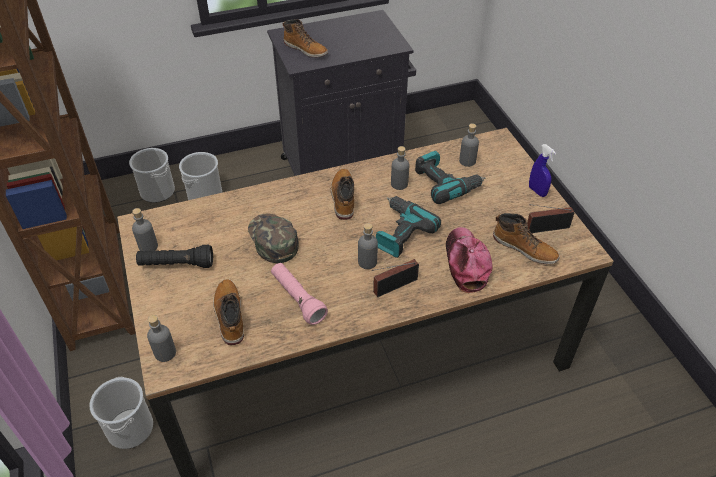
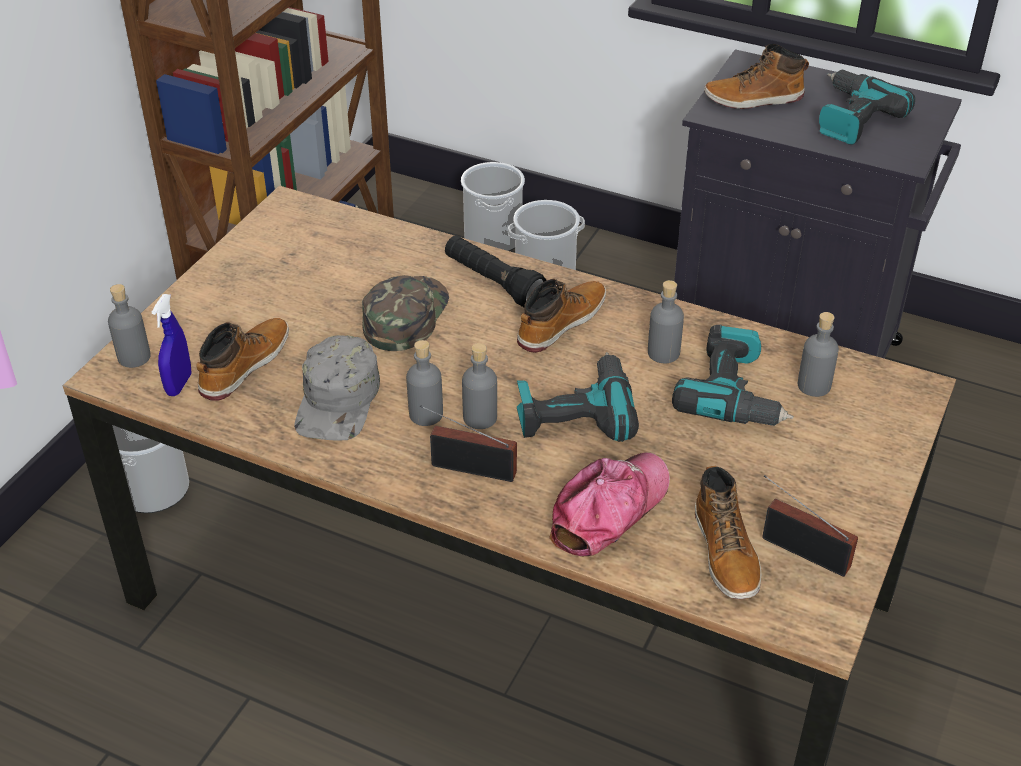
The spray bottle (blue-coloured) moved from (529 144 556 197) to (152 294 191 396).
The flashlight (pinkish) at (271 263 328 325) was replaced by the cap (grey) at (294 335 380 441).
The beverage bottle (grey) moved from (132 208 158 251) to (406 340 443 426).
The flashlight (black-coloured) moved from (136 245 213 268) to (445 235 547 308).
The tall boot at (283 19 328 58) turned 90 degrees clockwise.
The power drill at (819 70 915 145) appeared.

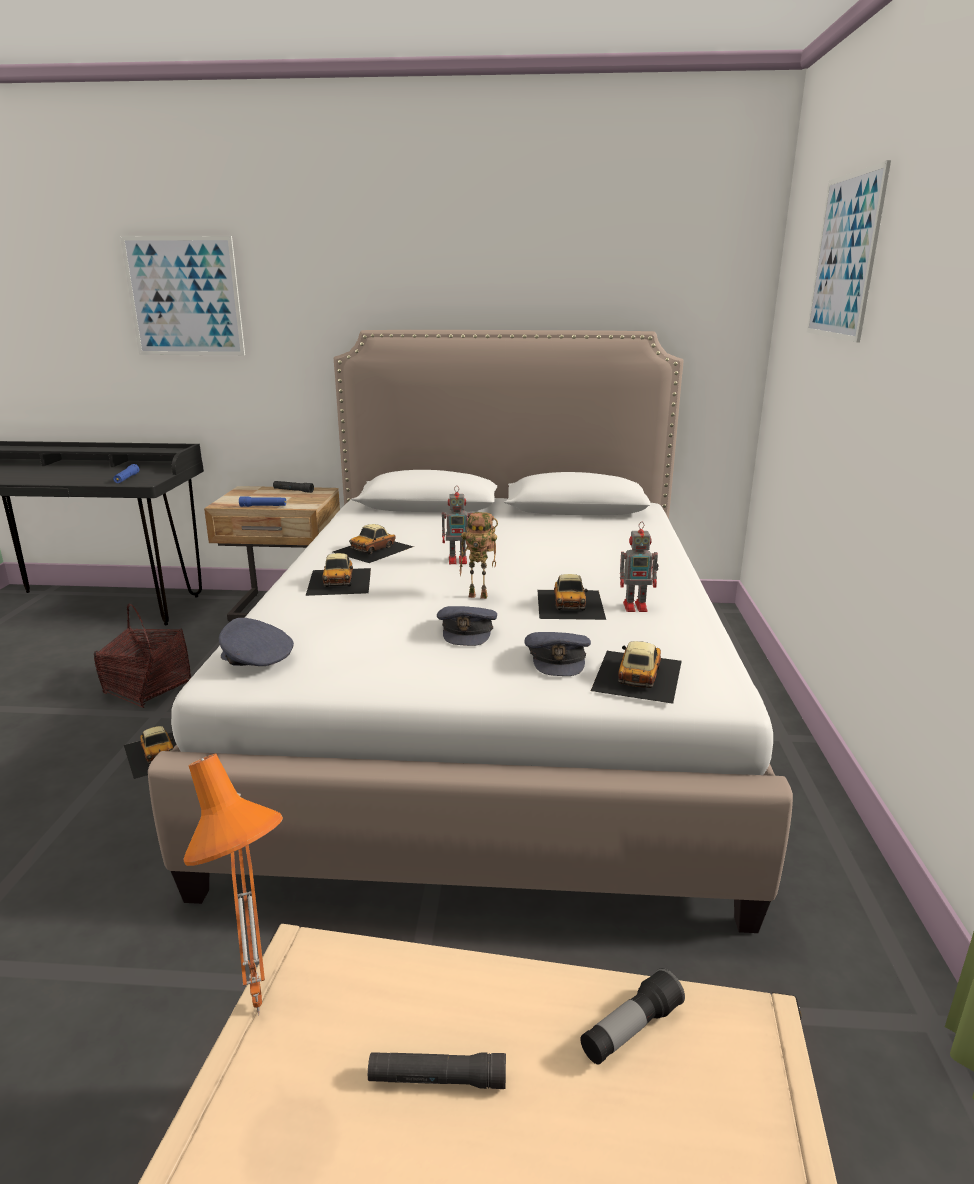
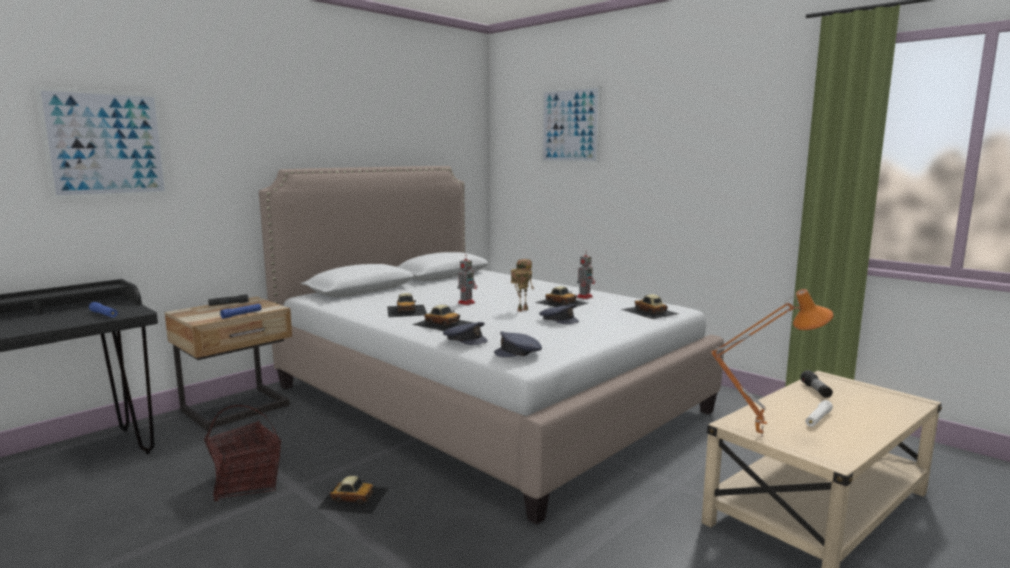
The cap (grey) moved from (525 632 591 676) to (443 322 487 345).
The flashlight (black-coloured) at (368 1052 506 1089) became the flashlight (whitish) at (805 400 833 427).

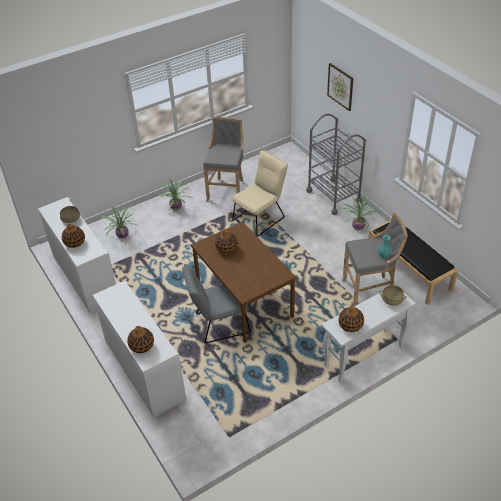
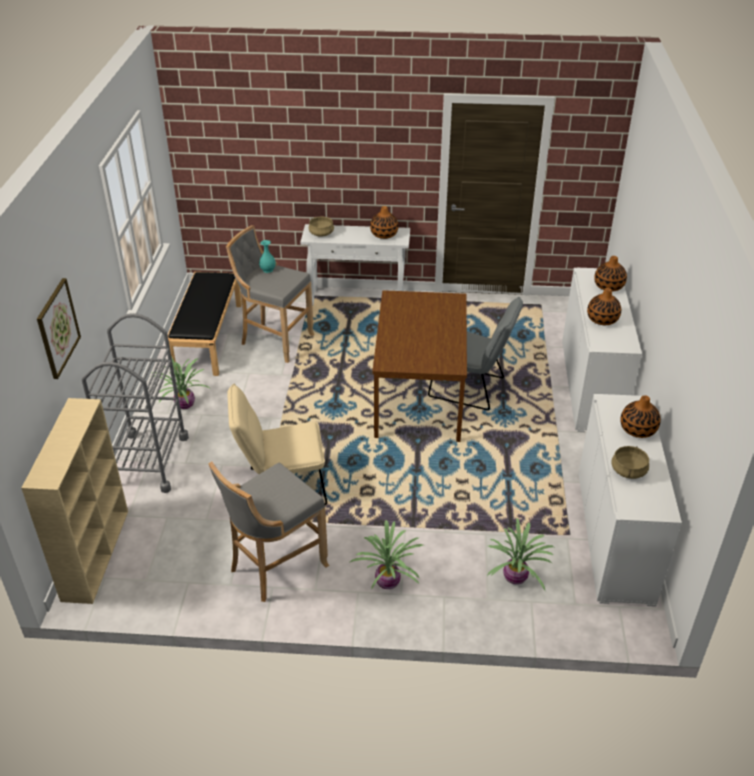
The bookcase (beige) at (21 398 128 604) appeared.
The decorative vase moved from (215 229 238 254) to (587 288 621 325).

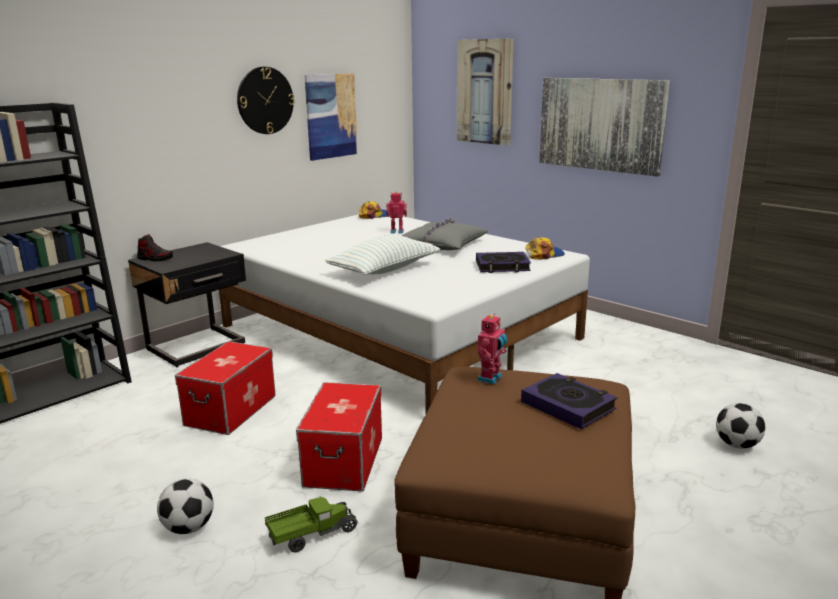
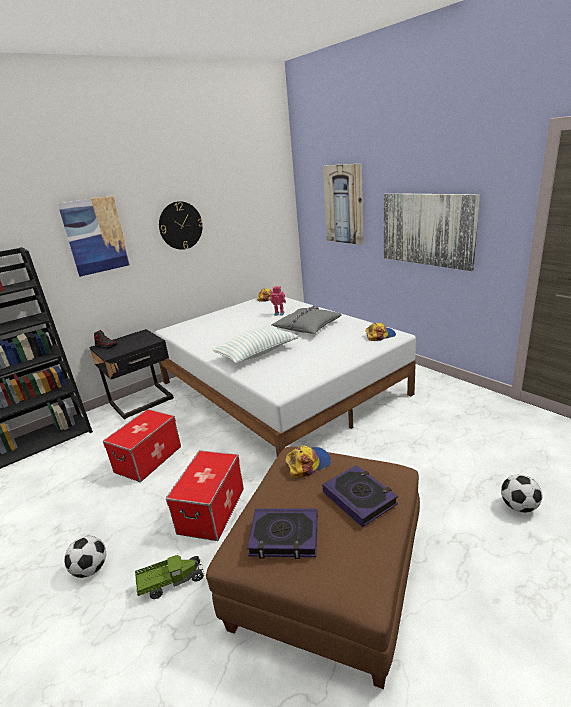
The picture moved from (305 73 358 161) to (57 196 130 277).
The bound book moved from (476 252 531 273) to (247 508 318 559).
The toy robot at (477 313 507 384) was replaced by the cap at (285 445 331 478).

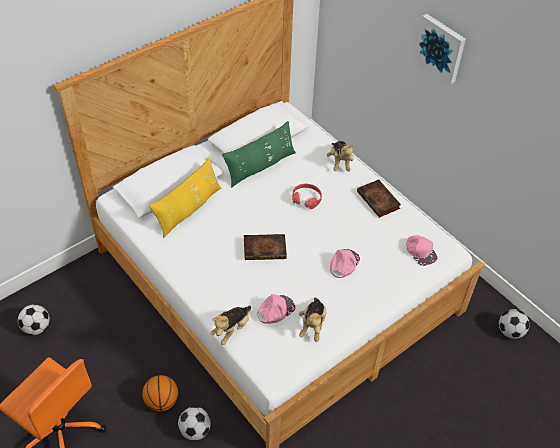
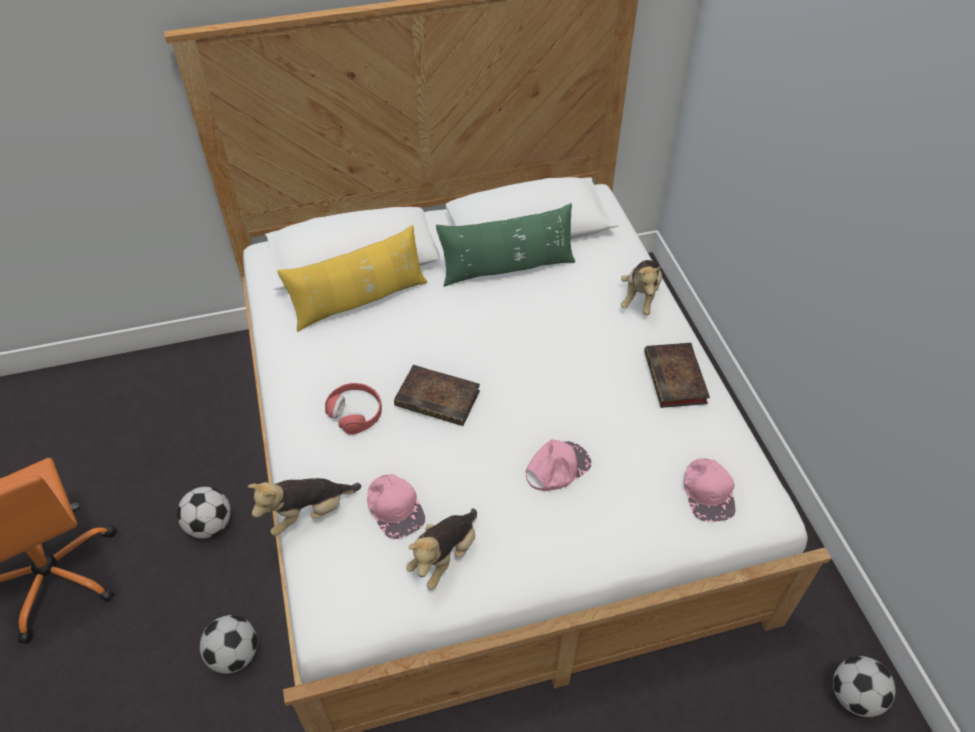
The football moved from (18 304 50 335) to (177 487 231 538).
The pair of headphones (red) moved from (292 184 322 209) to (325 383 382 435).
The cap (pinkish) at (257 294 295 324) turned 75 degrees clockwise.
The ball for basketball at (142 375 178 412) disappeared.
The picture at (414 14 466 84) disappeared.

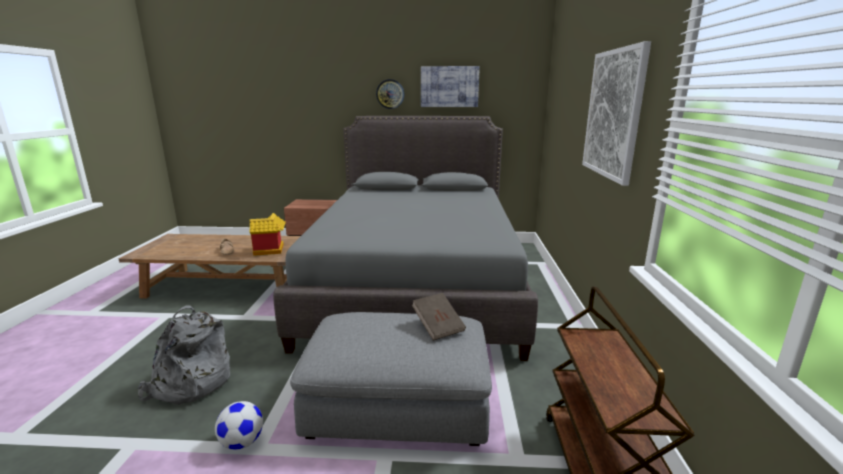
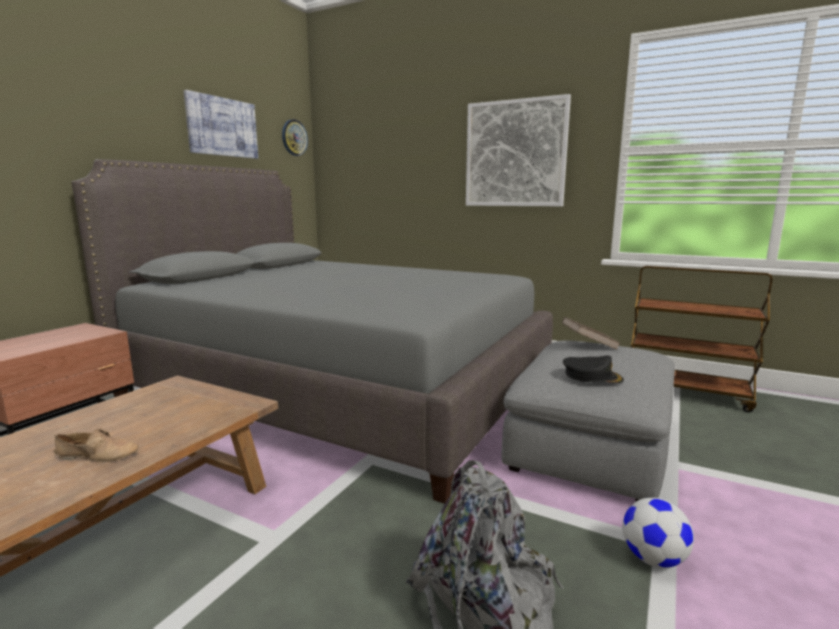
The hanging clock moved from (376 79 404 109) to (282 119 308 156).
The cap (black-coloured) at (563 355 624 383) appeared.
The miniature house at (250 213 286 256) disappeared.

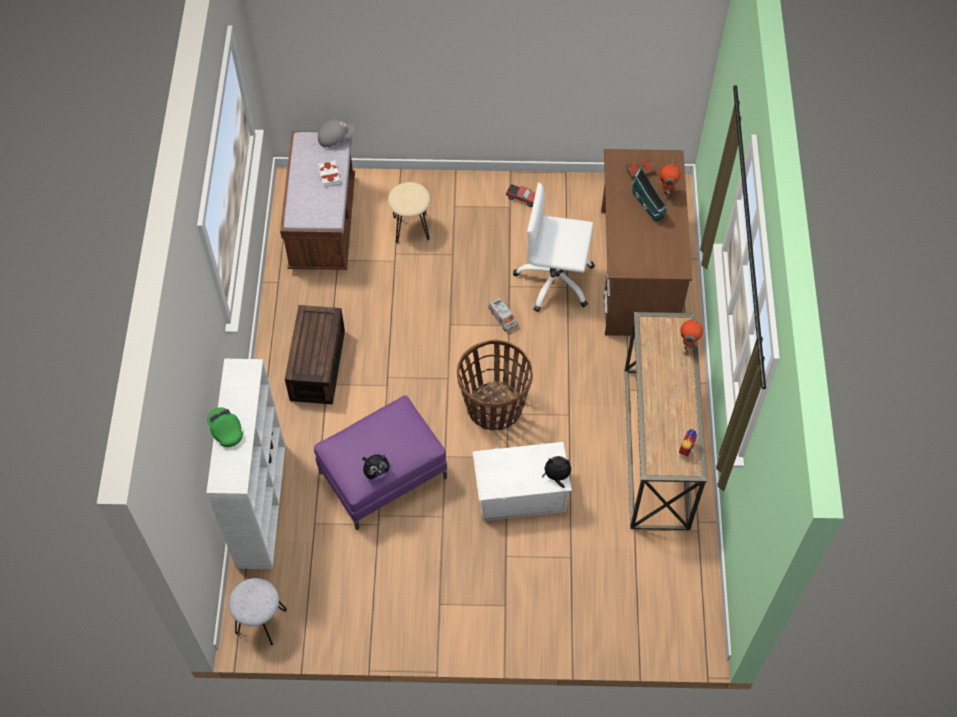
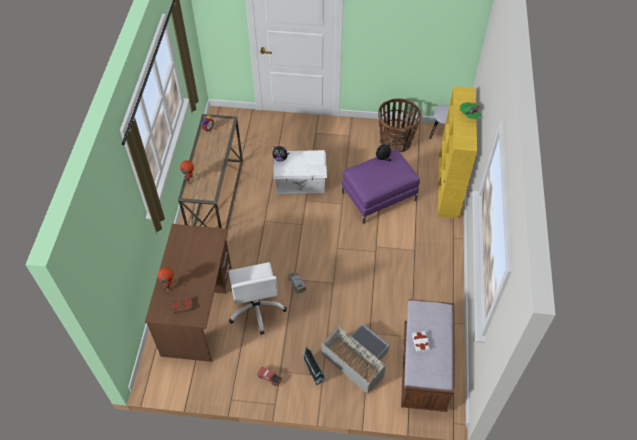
The computer chair (whitish) at (513 183 595 312) turned 60 degrees clockwise.
The miniature house moved from (631 167 668 221) to (303 347 325 385).
The stool (beige) at (388 182 431 243) was replaced by the storage container (grey) at (322 324 390 394).
The household basket moved from (457 340 533 431) to (378 98 421 152).
The bookcase (whitish) at (206 359 285 569) became the bookcase (yellow-coloured) at (438 86 477 218).
The storage container (brown-coloured) at (285 305 345 404) disappeared.
The cap (grey) at (318 119 355 147) disappeared.

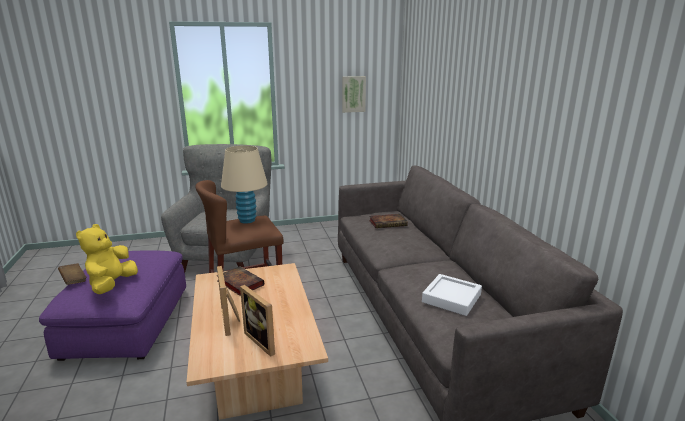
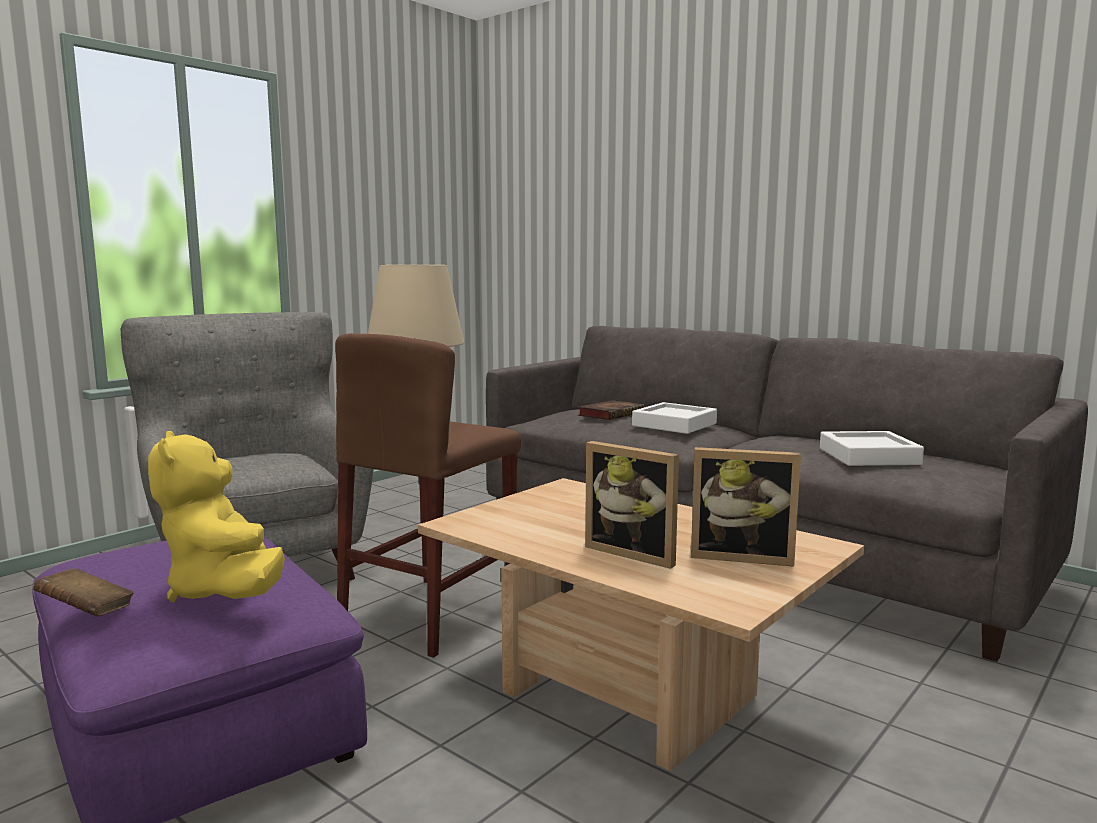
The tray (whitish) at (632 402 717 434) appeared.
The bound book at (217 266 264 296) disappeared.
The picture at (342 76 366 113) disappeared.

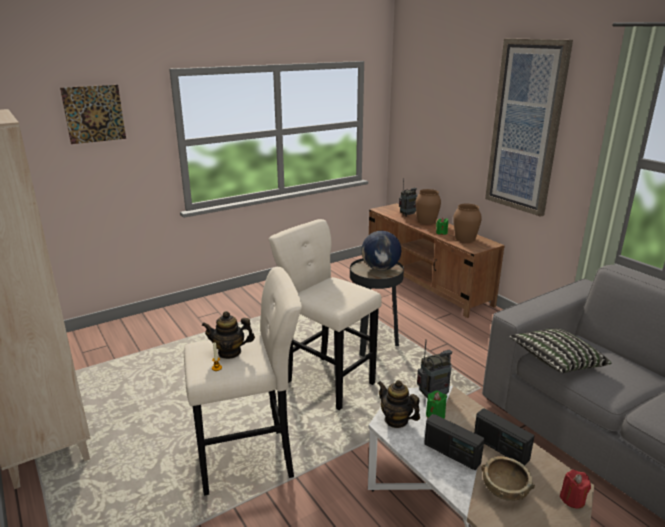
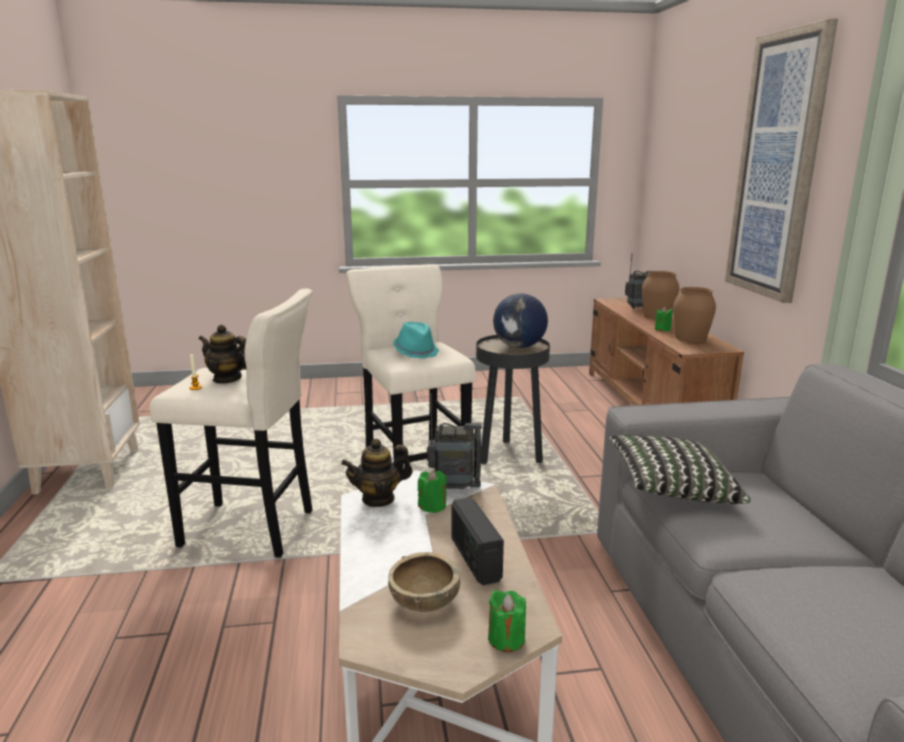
The teapot at (378 380 420 428) turned 90 degrees counterclockwise.
The hat (turquoise) at (393 322 439 359) appeared.
The wax candle (red) at (560 469 591 508) became the wax candle (green-coloured) at (488 590 526 652).
The picture at (60 85 126 144) disappeared.
The radio at (424 414 484 470) disappeared.

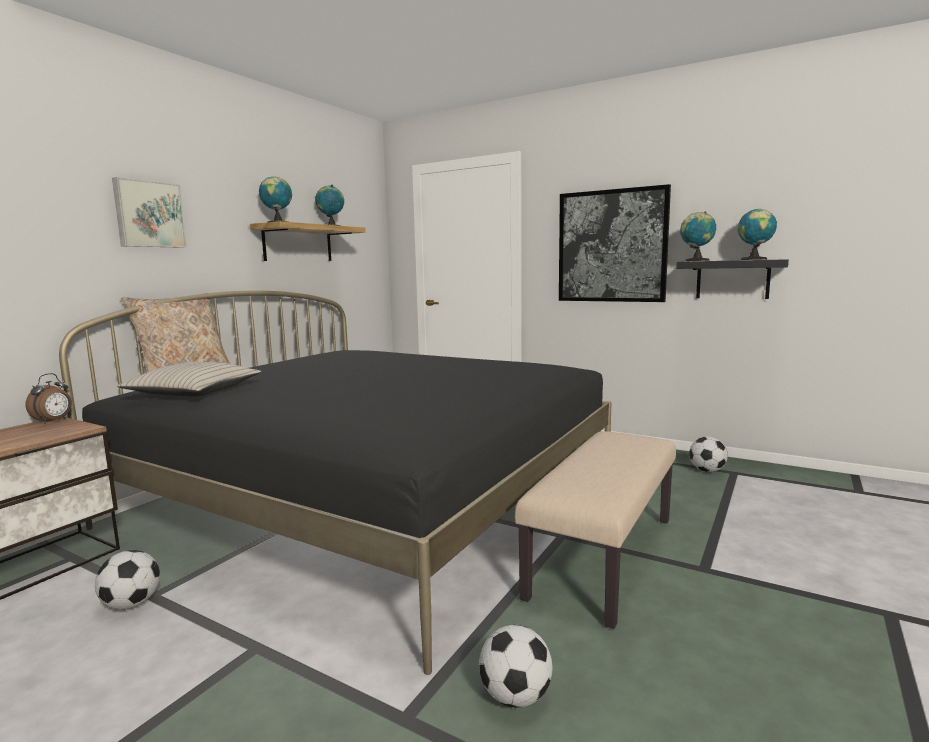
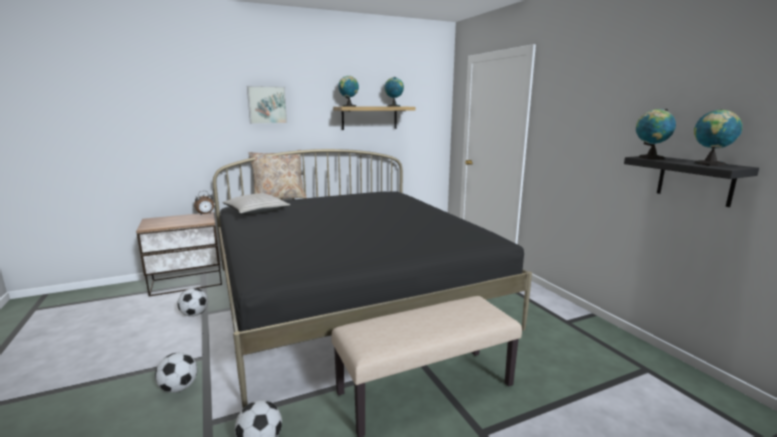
The football moved from (689 436 728 472) to (155 352 198 393).
The picture at (559 184 671 302) disappeared.

